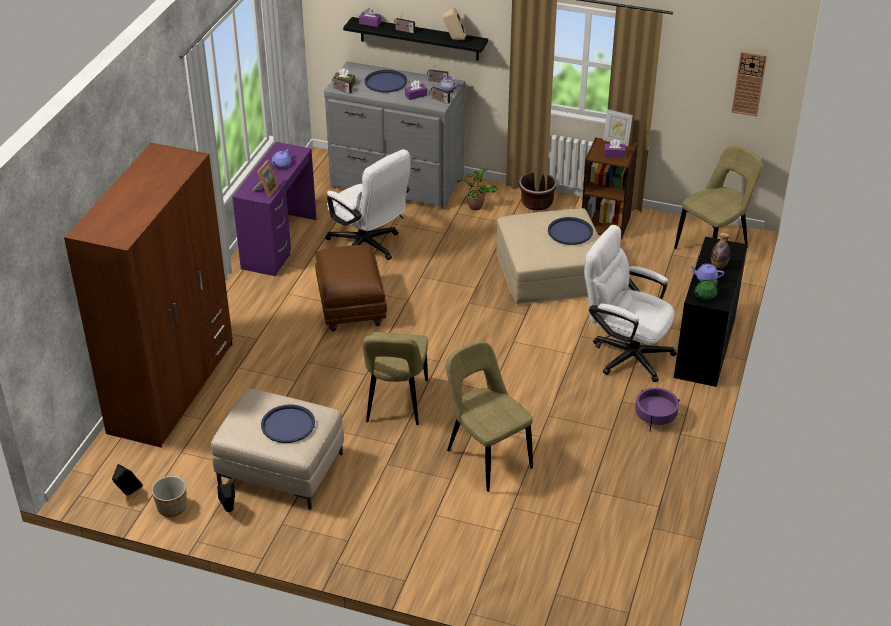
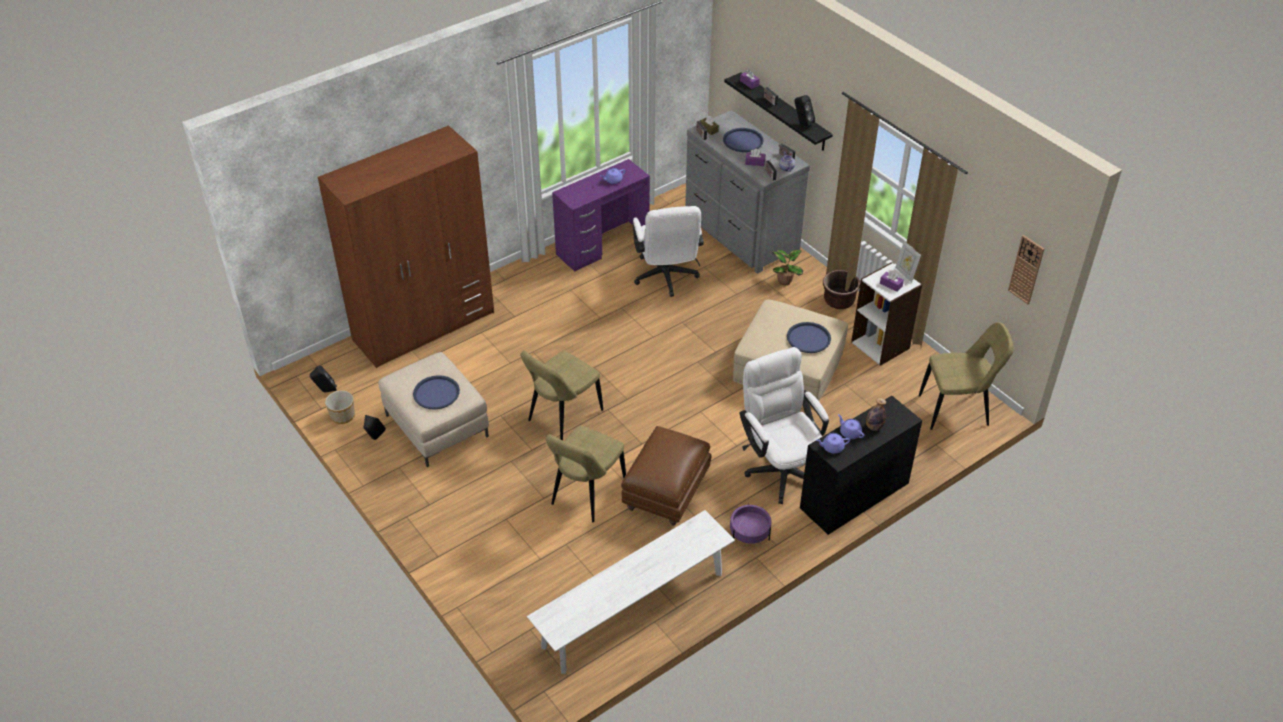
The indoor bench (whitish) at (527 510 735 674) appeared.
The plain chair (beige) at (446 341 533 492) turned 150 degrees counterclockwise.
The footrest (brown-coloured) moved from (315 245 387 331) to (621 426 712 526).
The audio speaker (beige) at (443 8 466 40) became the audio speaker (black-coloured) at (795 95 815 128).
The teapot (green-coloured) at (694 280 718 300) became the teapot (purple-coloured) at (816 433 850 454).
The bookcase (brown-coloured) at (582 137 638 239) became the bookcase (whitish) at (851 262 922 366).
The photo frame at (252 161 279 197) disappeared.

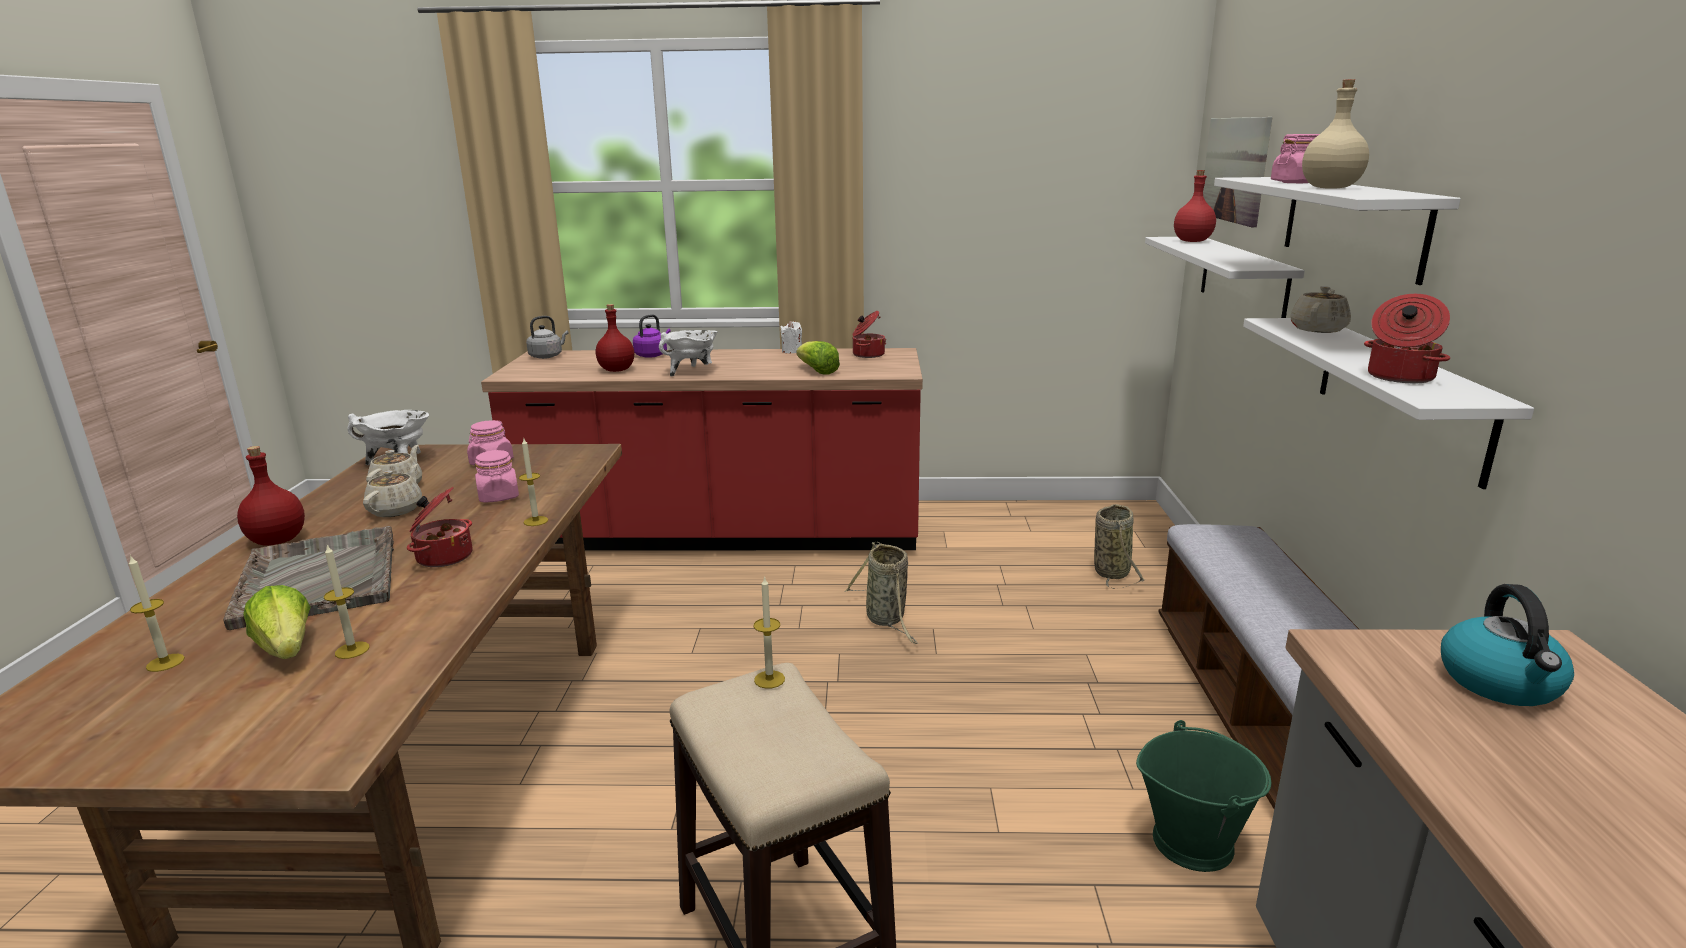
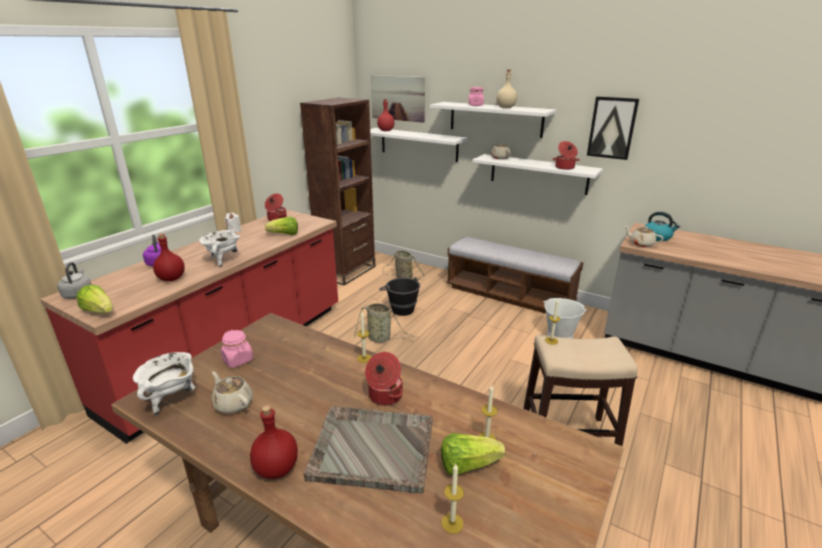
The lettuce head at (76 285 113 314) appeared.
The bookcase (brown-coloured) at (300 98 375 286) appeared.
The water bucket (black-coloured) at (379 277 420 316) appeared.
The water bucket (green-coloured) at (1136 720 1271 872) became the water bucket (whitish) at (543 298 587 338).
The picture at (587 97 639 160) appeared.
The teapot (beige) moved from (363 464 422 517) to (624 226 664 247).
The storage jar (pinkish) at (475 450 519 503) disappeared.

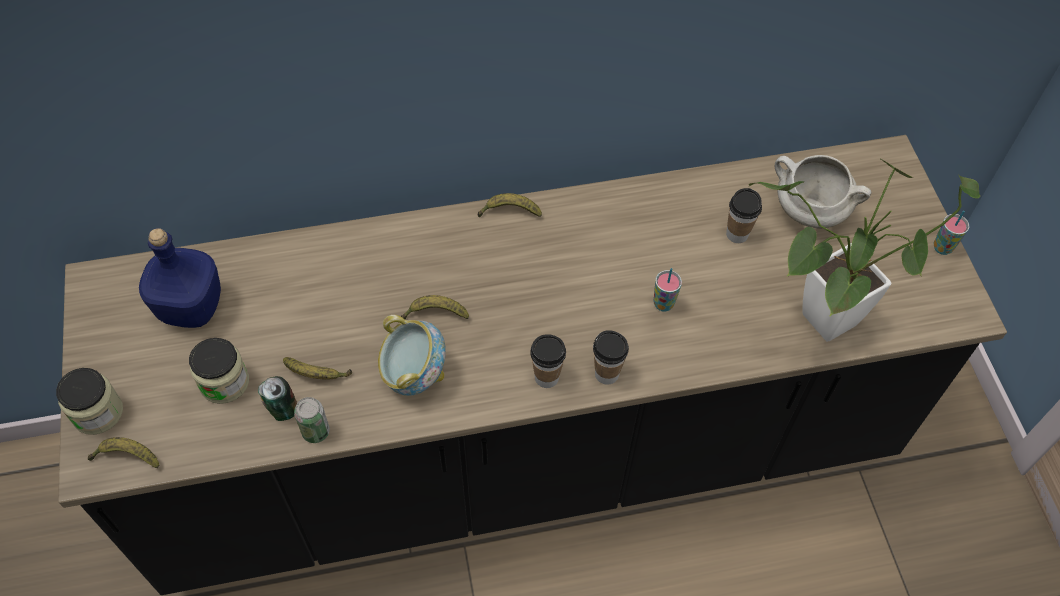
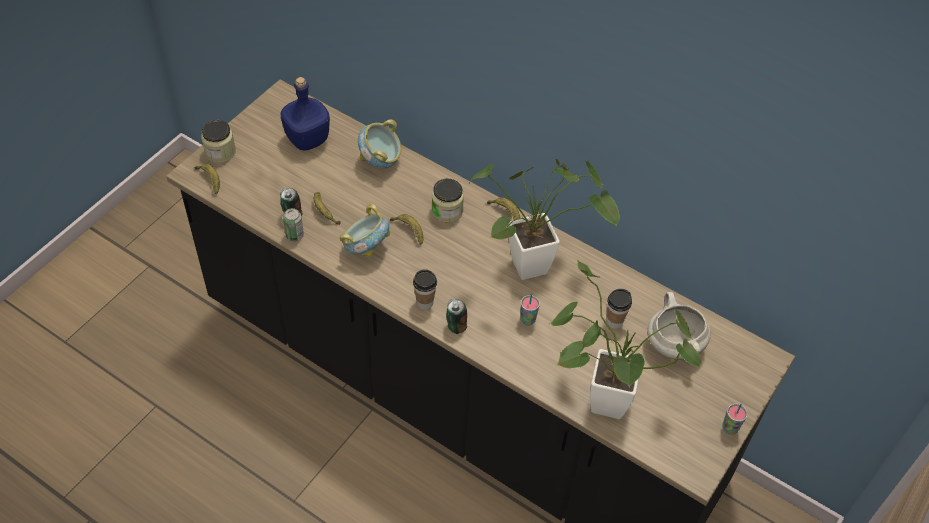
The serving bowl at (358 120 401 168) appeared.
The storage jar moved from (189 338 249 404) to (432 179 464 223).
The drinking cup at (593 330 629 385) was replaced by the metal can at (446 299 467 334).
The plant in a pot at (468 159 620 280) appeared.

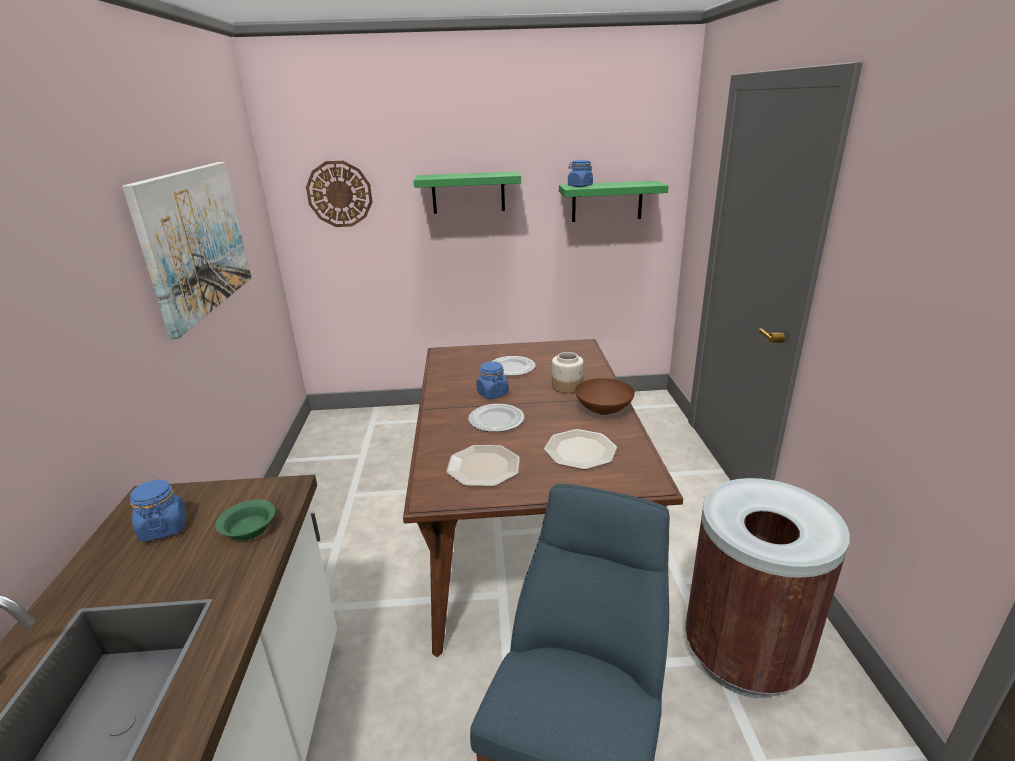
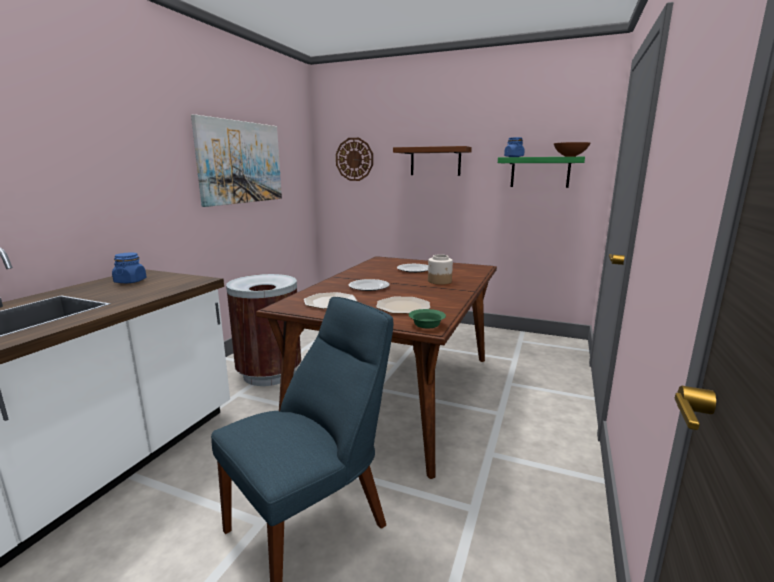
The waste bin (brown-coloured) moved from (685 478 850 698) to (226 274 301 386).
The shelf (green-coloured) at (413 171 521 214) became the shelf (brown-coloured) at (393 146 472 176).
The serving bowl (green-coloured) moved from (215 500 275 540) to (409 309 446 328).
The serving bowl (brown-coloured) moved from (575 378 635 415) to (554 142 590 157).
The storage jar (blue-coloured) at (476 361 509 399) disappeared.

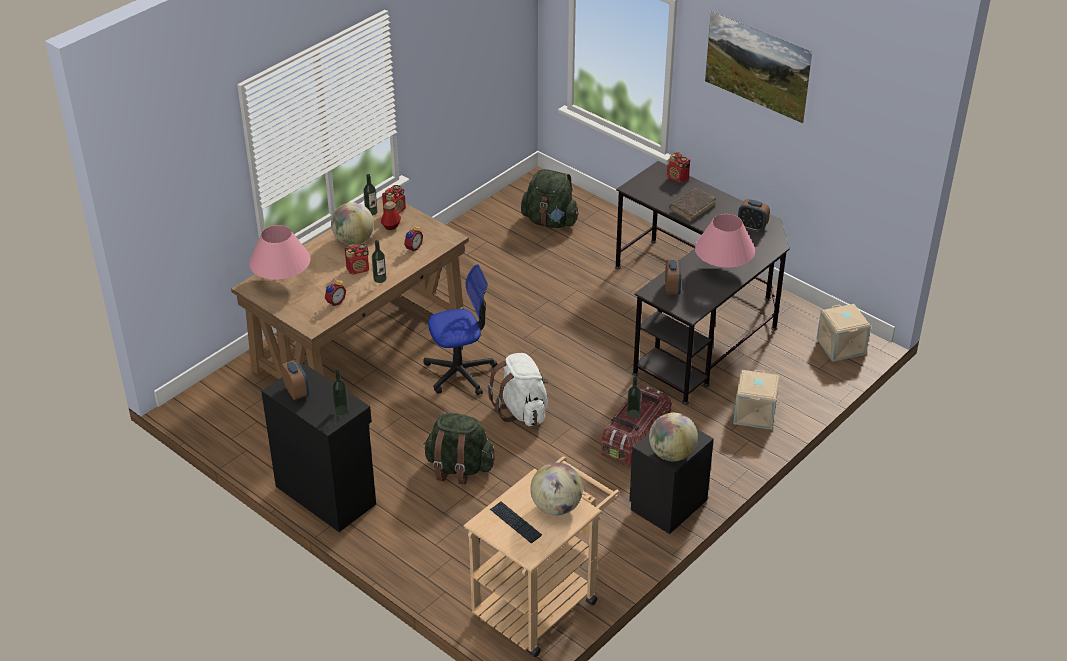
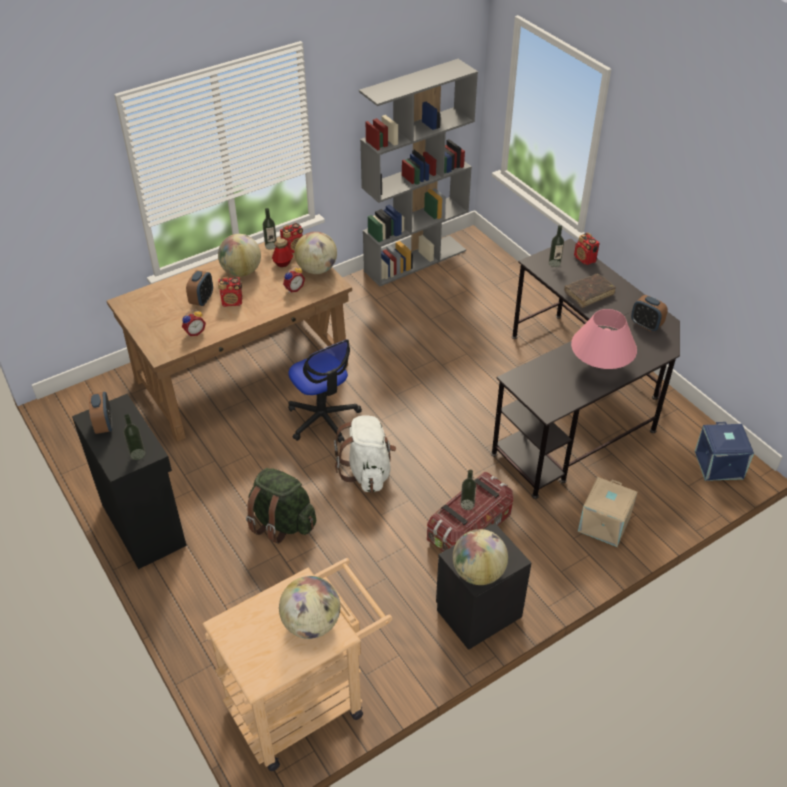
The table clock moved from (665 260 681 295) to (186 270 213 306).
The computer chair at (423 264 497 395) turned 60 degrees clockwise.
The desk globe at (294 231 337 274) appeared.
The bookcase (grey) at (359 59 478 287) appeared.
The beverage bottle moved from (372 240 386 283) to (549 225 564 267).
The storage container (beige) at (816 304 871 362) became the storage container (blue-coloured) at (695 422 754 481).
The tabletop lamp (pinkish) at (249 225 311 281) disappeared.
The computer keyboard at (490 502 542 543) disappeared.
The knapsack (green-coloured) at (521 169 579 228) disappeared.
The picture at (705 12 812 123) disappeared.

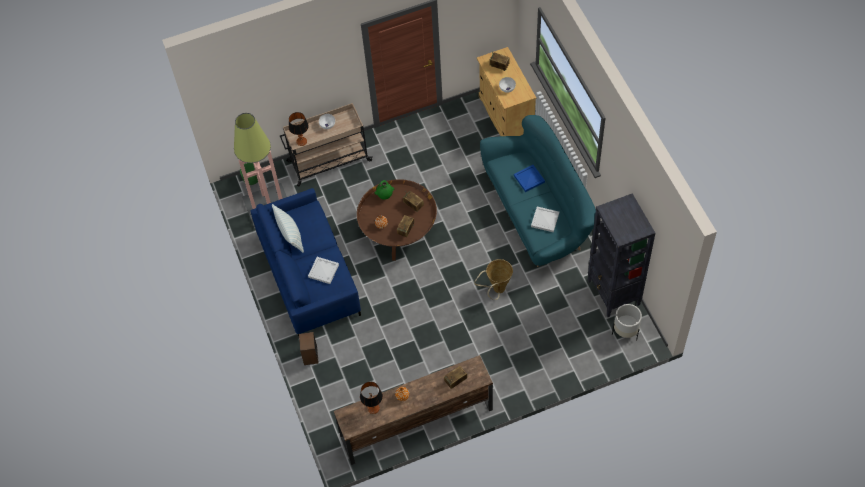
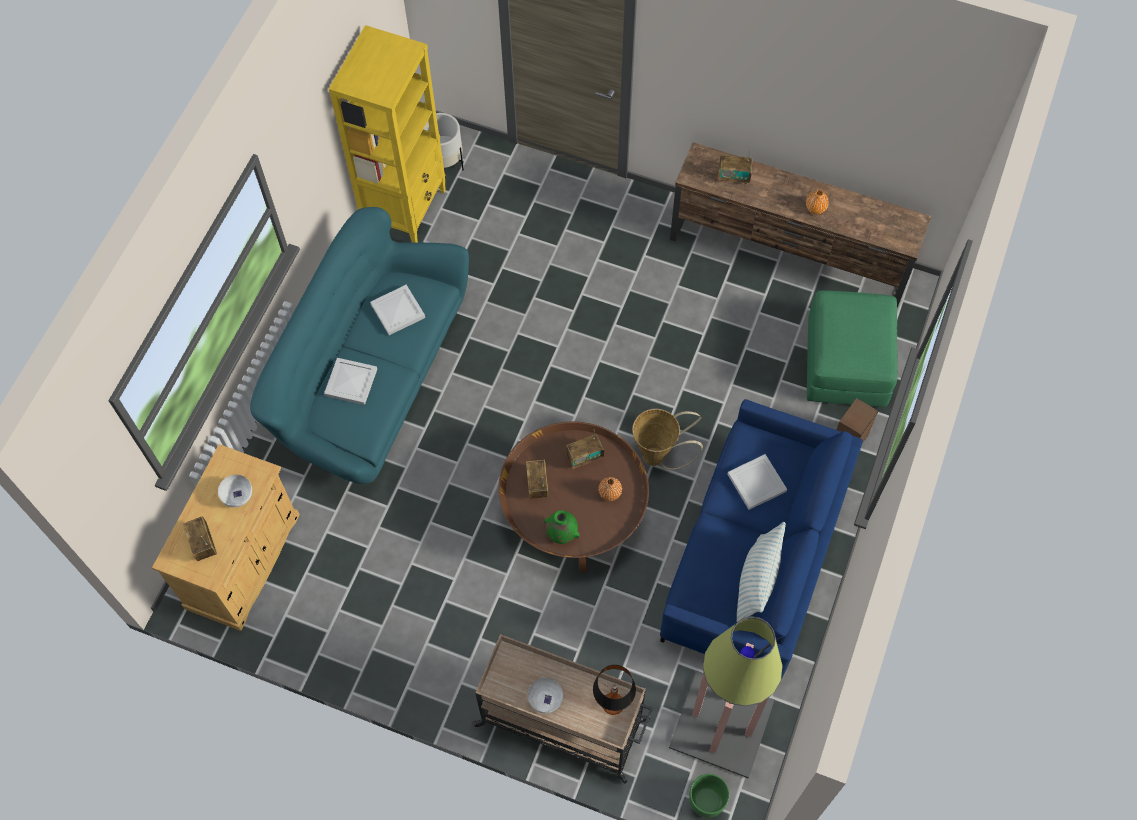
The tray (blue-coloured) at (514 165 545 192) became the tray (whitish) at (324 358 377 405).
The bookcase (black-coloured) at (588 193 655 317) became the bookcase (yellow-coloured) at (329 25 446 242).
The household basket moved from (474 259 513 300) to (632 409 703 470).
The footrest (green-coloured) at (807 290 898 407) appeared.
The tabletop lamp at (360 382 383 414) disappeared.

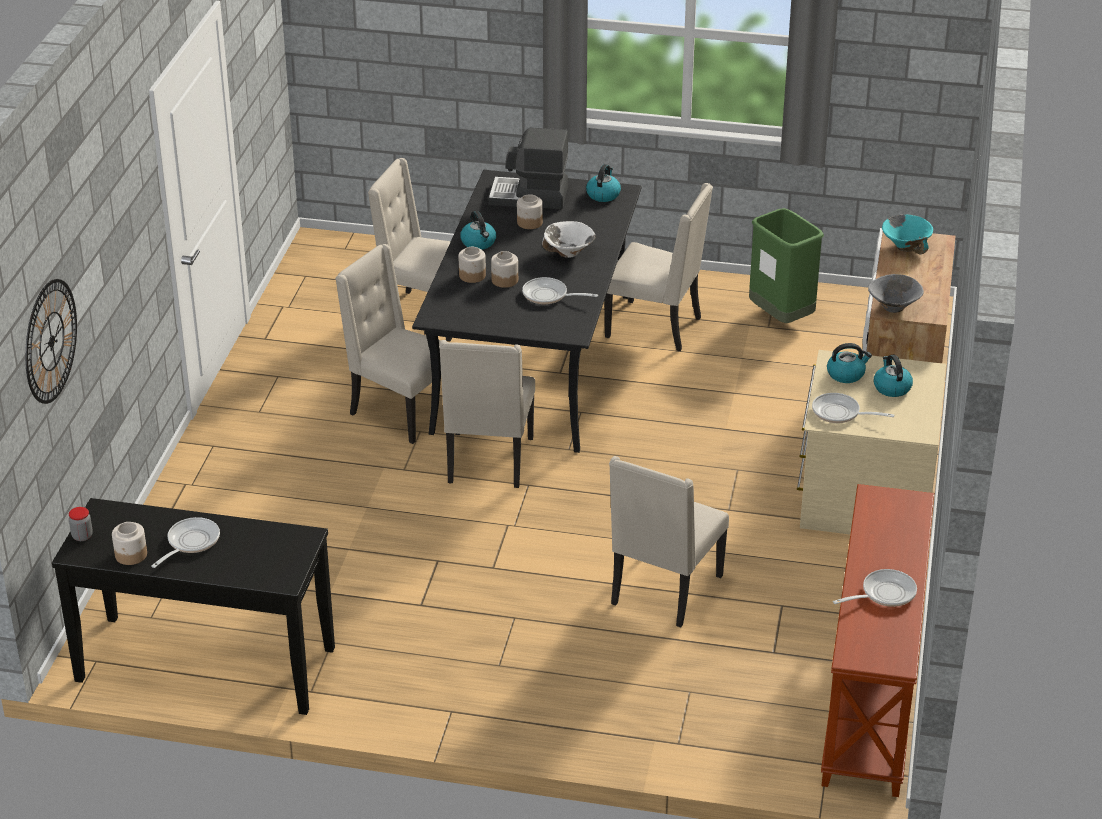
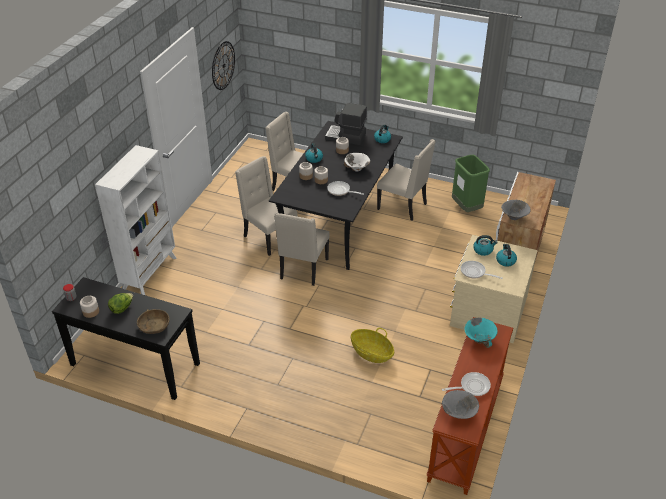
The bookcase (whitish) at (95 145 177 295) appeared.
The skillet at (151 517 220 568) was replaced by the lettuce head at (108 293 133 314).
The serving bowl (brown-coloured) at (137 309 169 334) appeared.
The hanging clock moved from (25 279 77 404) to (212 41 235 90).
The plain chair (beige) at (609 456 729 627) was replaced by the household basket at (351 328 394 363).
The serving bowl (grey) at (442 390 479 419) appeared.
The serving bowl (turquoise) moved from (882 215 933 255) to (465 318 498 348).

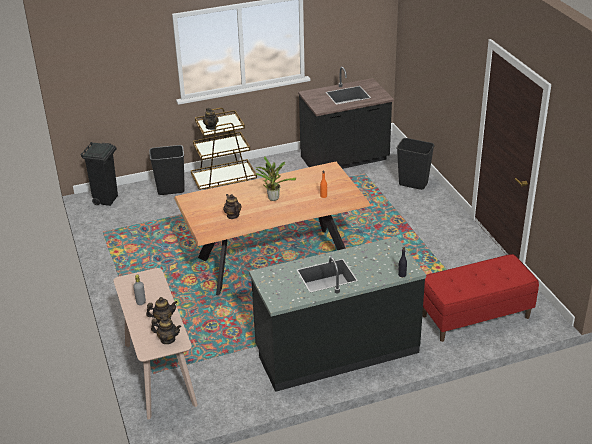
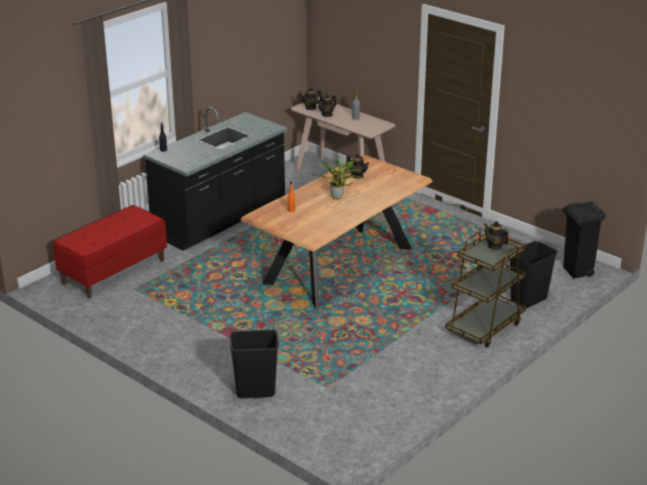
The kitchen base unit (black-coloured) at (298 67 394 169) disappeared.

